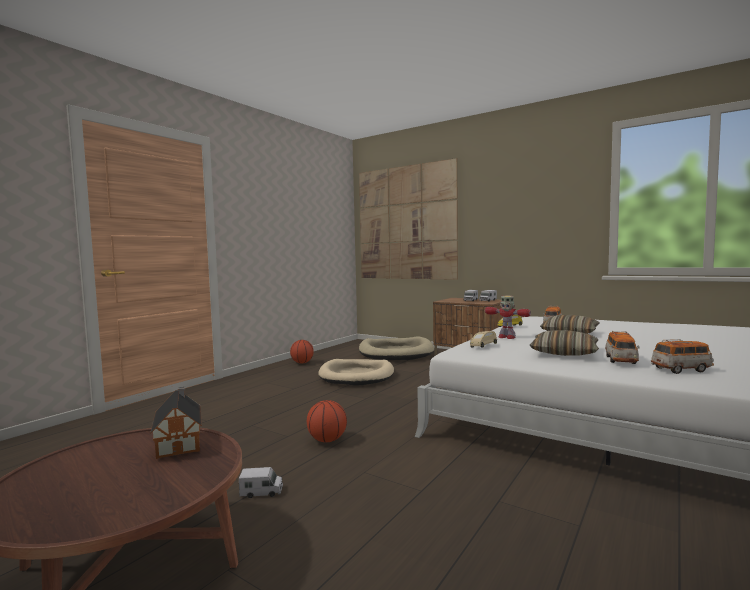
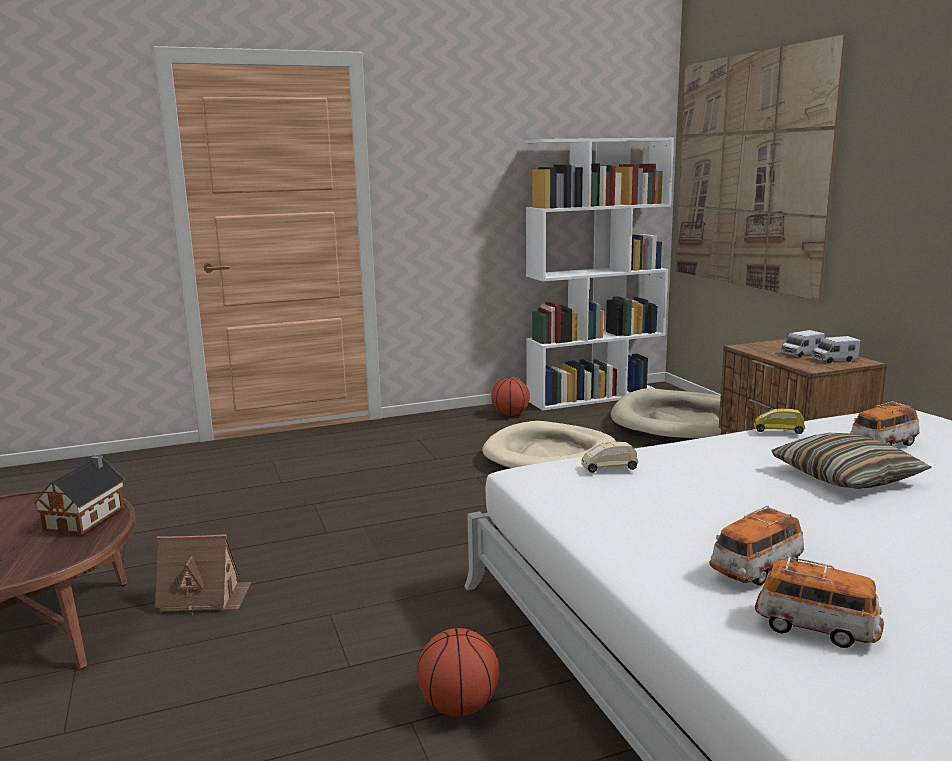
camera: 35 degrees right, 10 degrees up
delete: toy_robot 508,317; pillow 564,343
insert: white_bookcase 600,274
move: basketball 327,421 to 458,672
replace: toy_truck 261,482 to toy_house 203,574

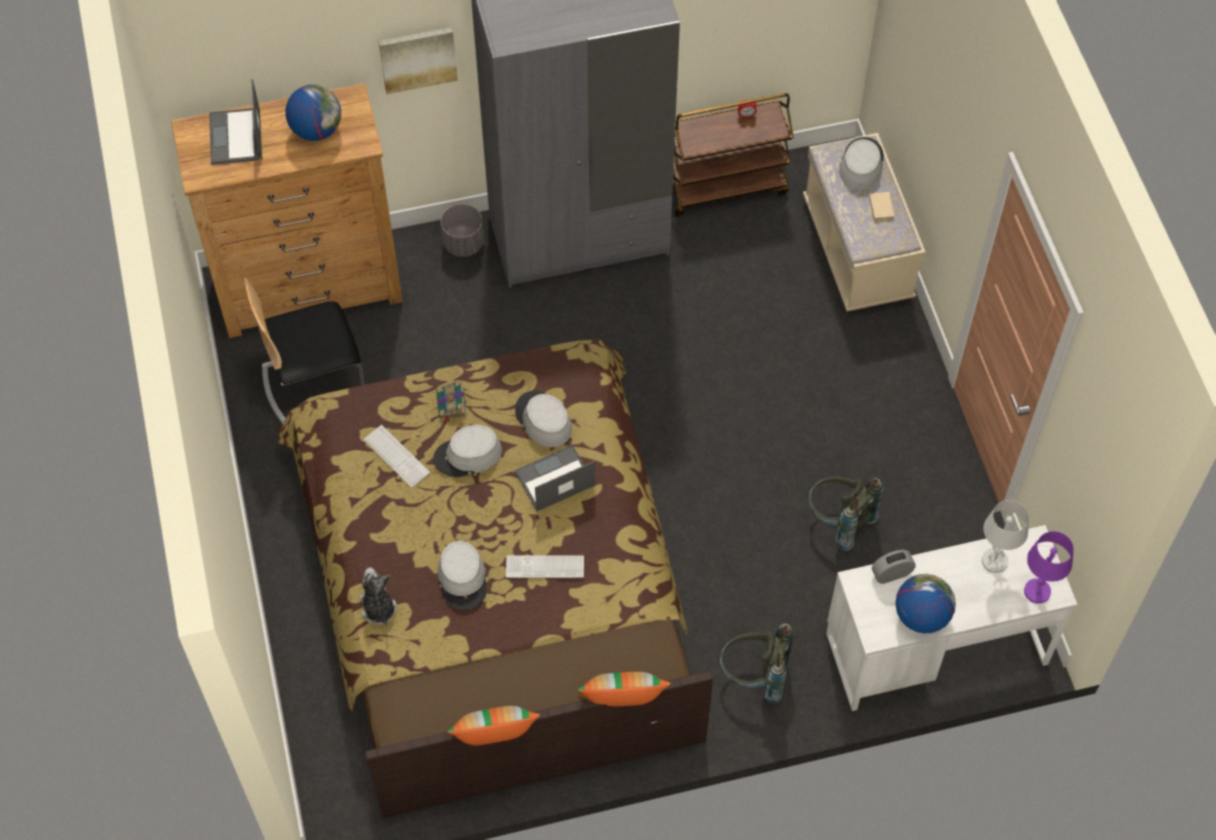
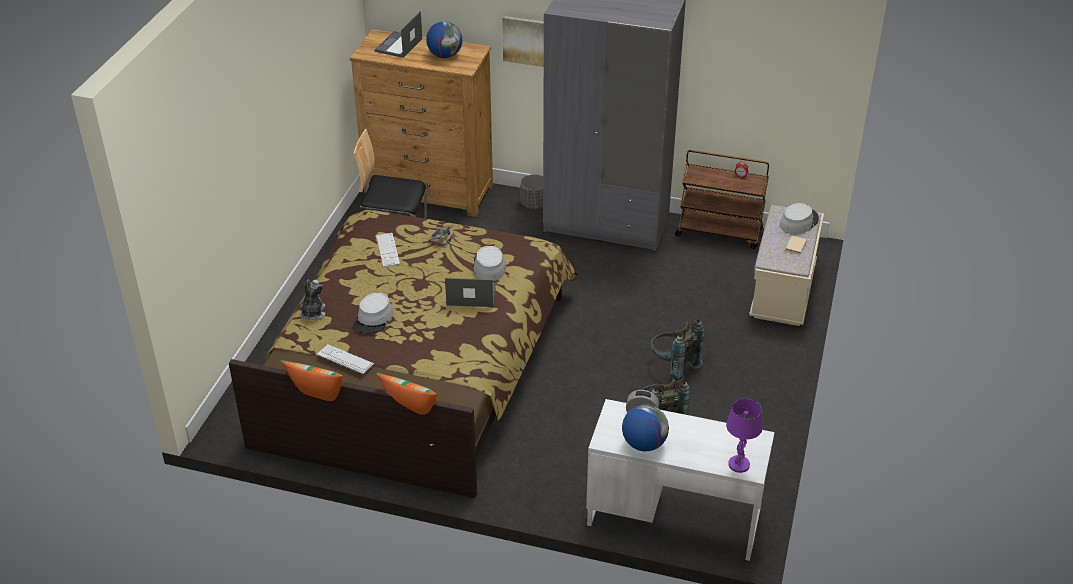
camera: 30 degrees right, 20 degrees down
delete: grey_hat 467,451; white_table_lamp 1005,536
move: keyboard 545,566 to 345,359; grey_backpack 756,663 to 677,351

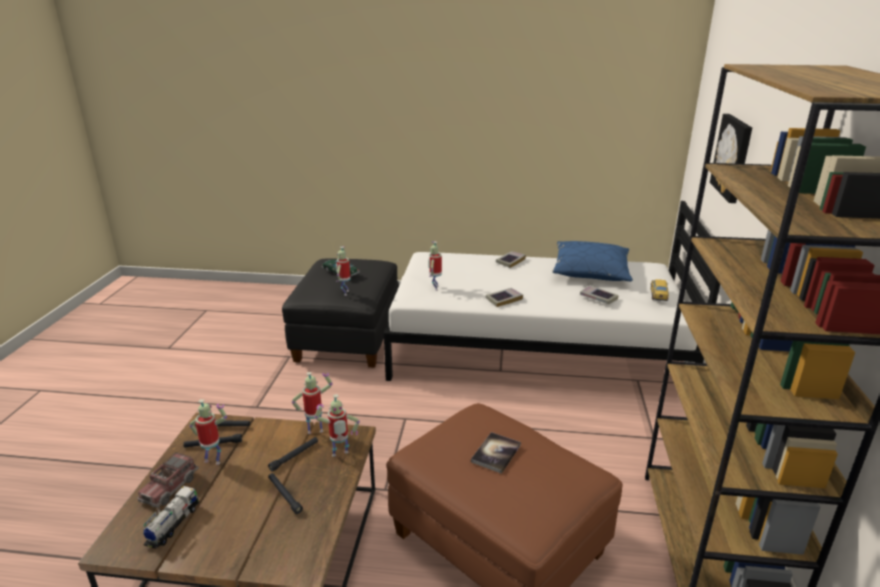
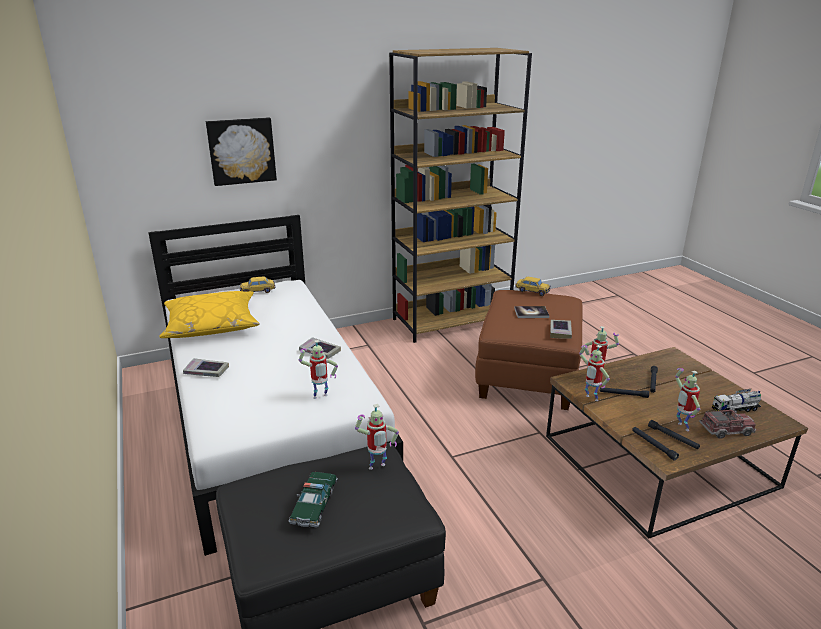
camera: 120 degrees left, 0 degrees up
insert: toy_car 532,286
move: book 599,294 to 561,329
recolor: blue_pillow 593,261 to yellow_pillow 209,314

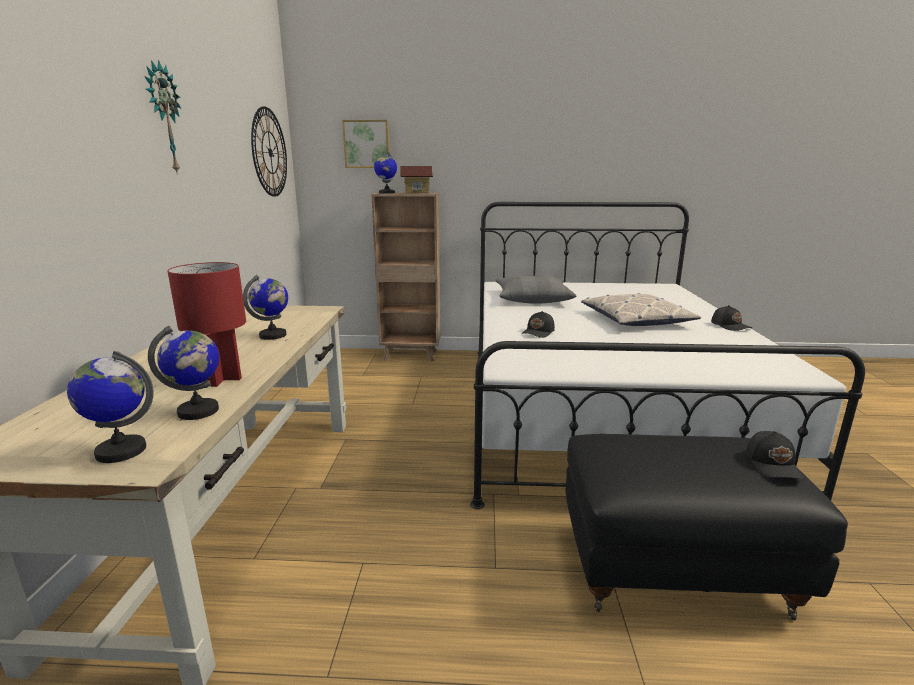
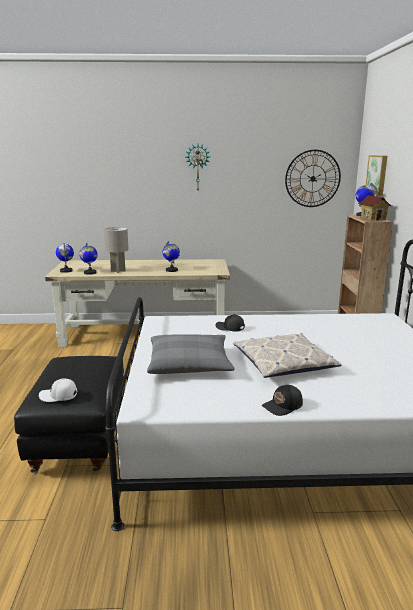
camera: 85 degrees right, 0 degrees up
move: grey_pillow 535,290 to 191,354
recolor: red_table_lamp 207,324 to grey_table_lamp 116,250; black_cap 775,455 to white_cap 58,390

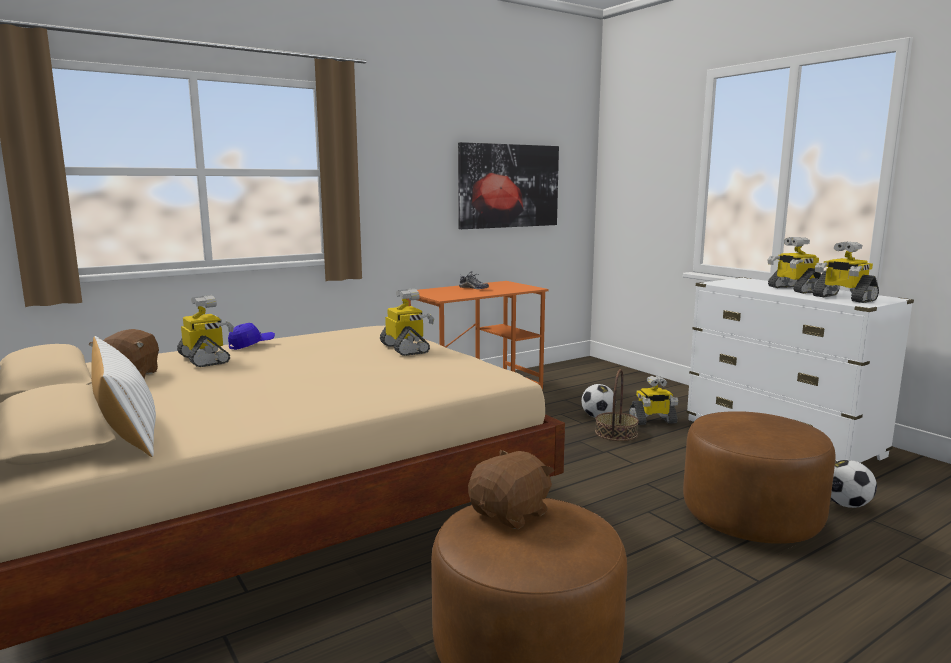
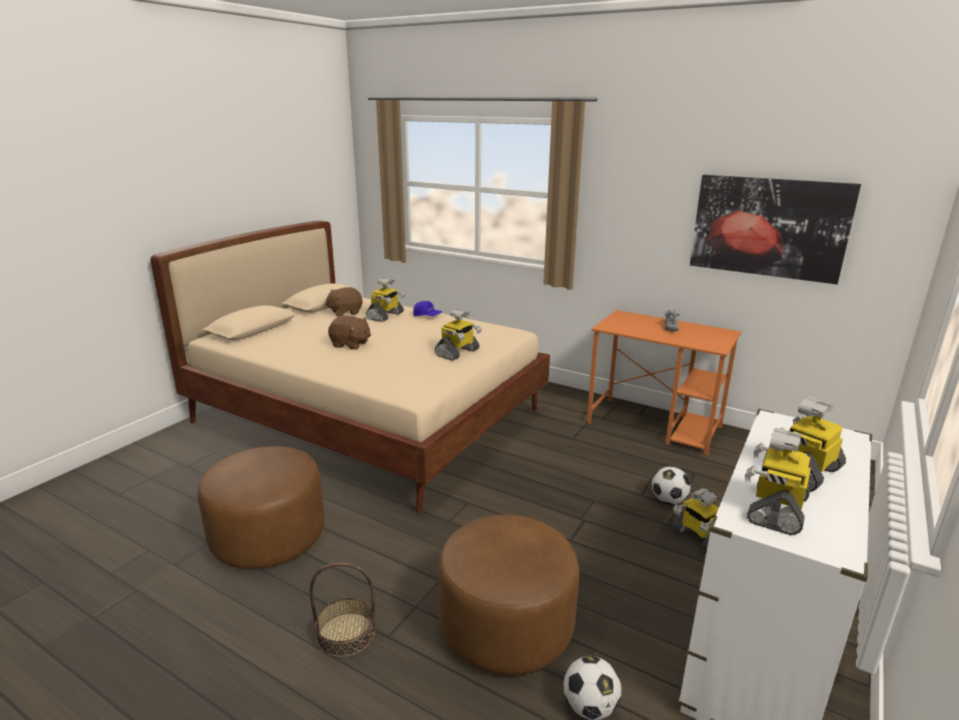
camera: 65 degrees right, 10 degrees up
delete: white_pillow 123,396
move: brown_plush_toy 511,489 to 349,332; basket 617,405 to 342,610

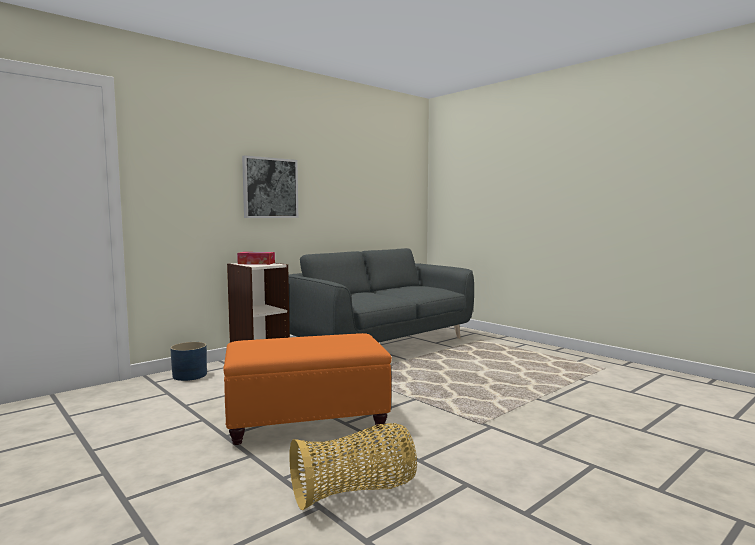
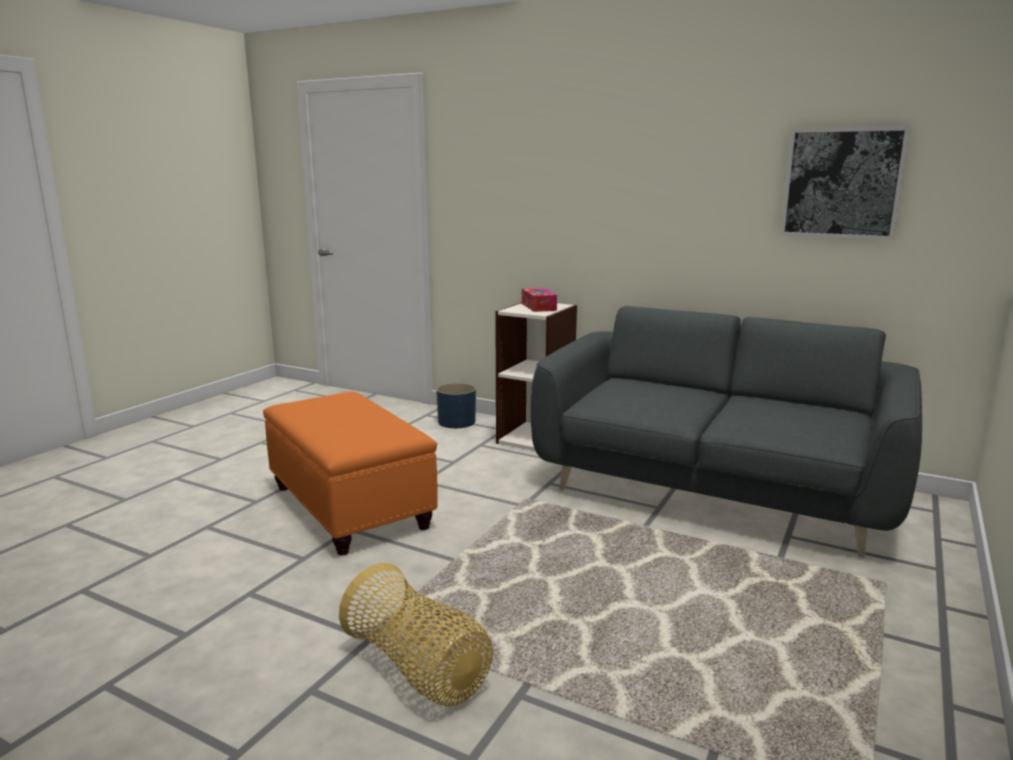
camera: 70 degrees right, 10 degrees up
move: picture 270,186 to 845,183; basket 353,466 to 416,634

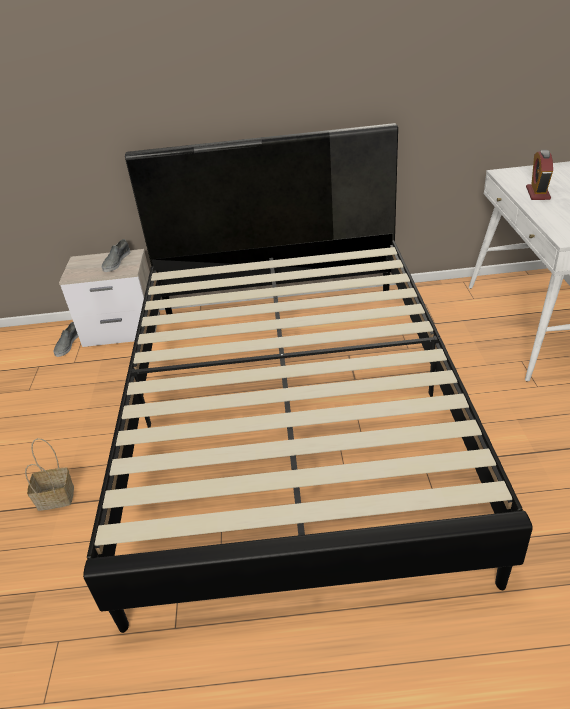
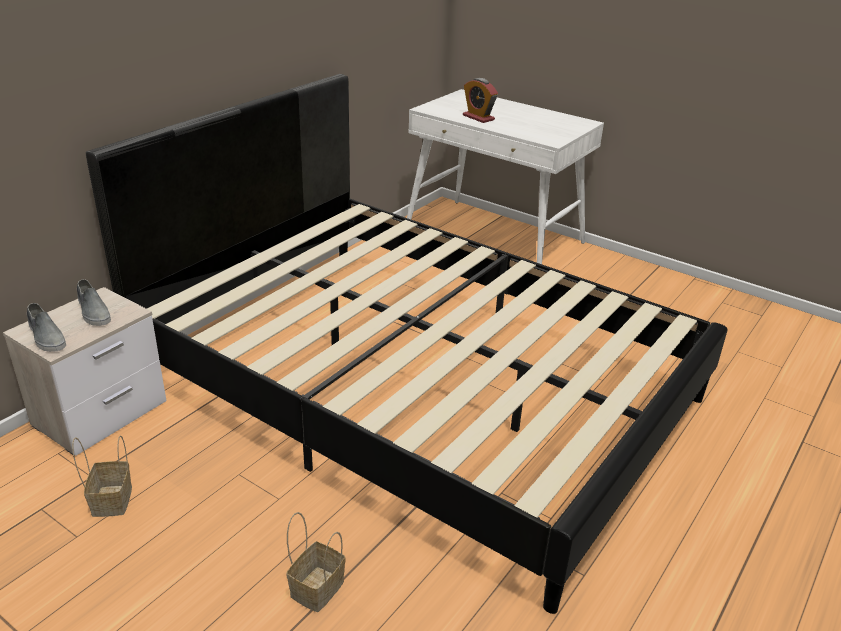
camera: 55 degrees left, 5 degrees down
insert: basket 102,476
move: grey_shoe 66,339 to 46,327

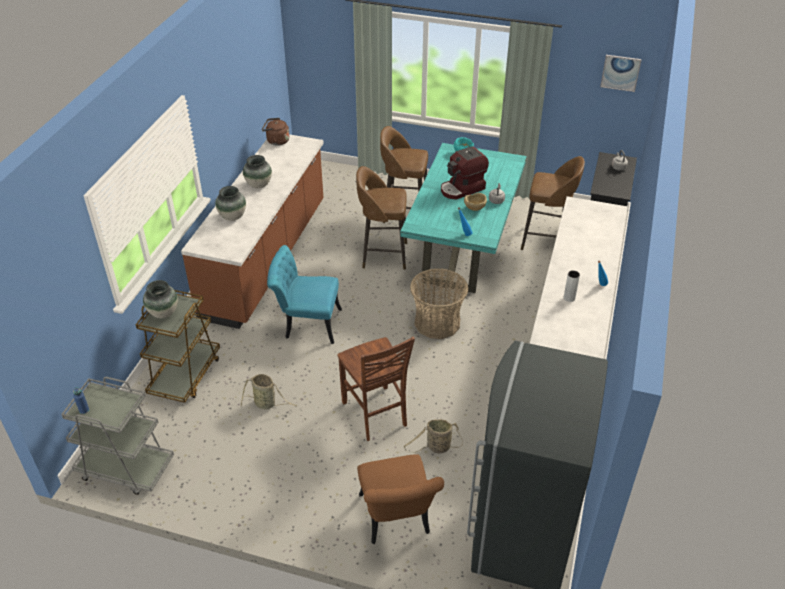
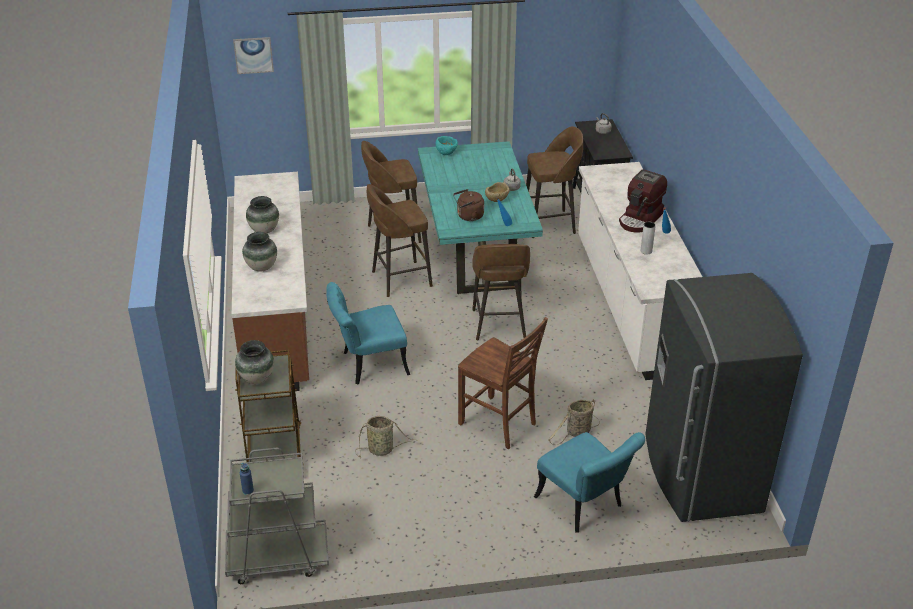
camera: 25 degrees left, 5 degrees down
move: brown_kettle 276,132 to 468,205; coffee_machine 465,173 to 643,201; picture 621,73 to 253,55
replace: basket 439,303 to brown_stool 501,292
recolor: brown_chair 400,499 to turquoise_chair 589,482

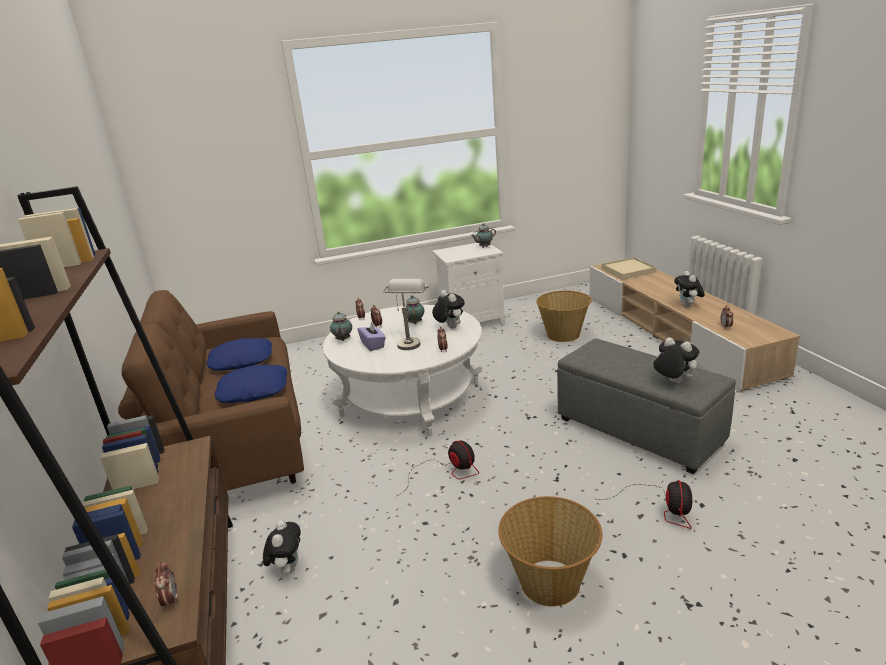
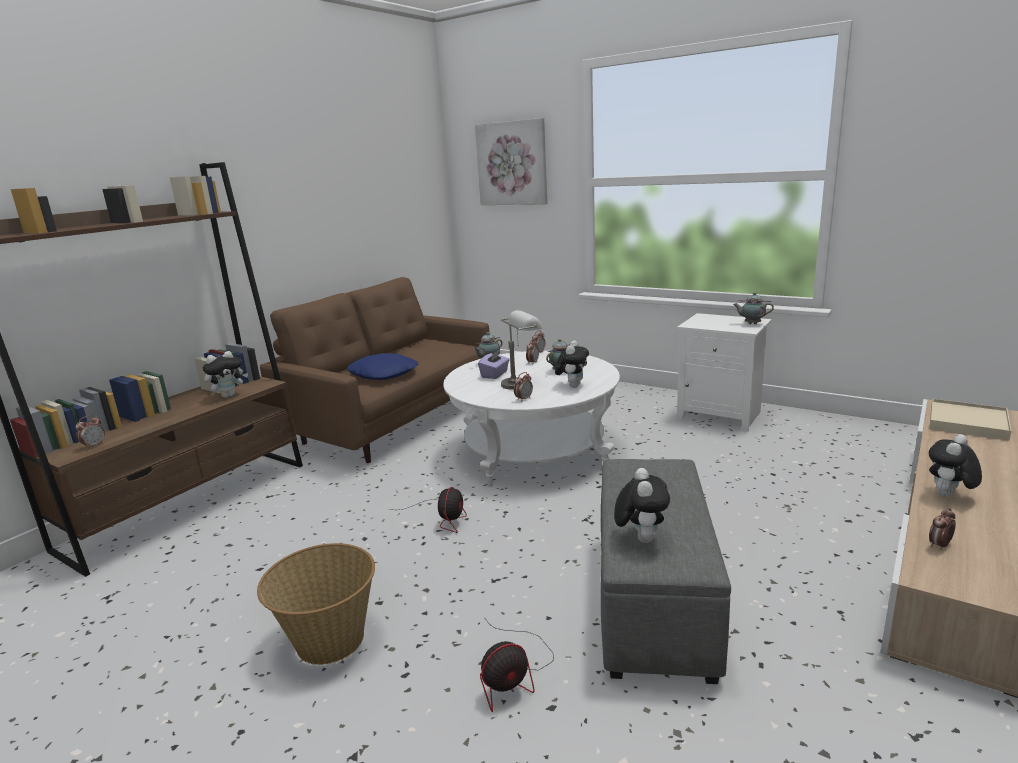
camera: 50 degrees right, 5 degrees down
delete: blue_pillow 239,354; basket 564,316
insert: picture 511,161
move: plush_toy 282,547 to 225,374

